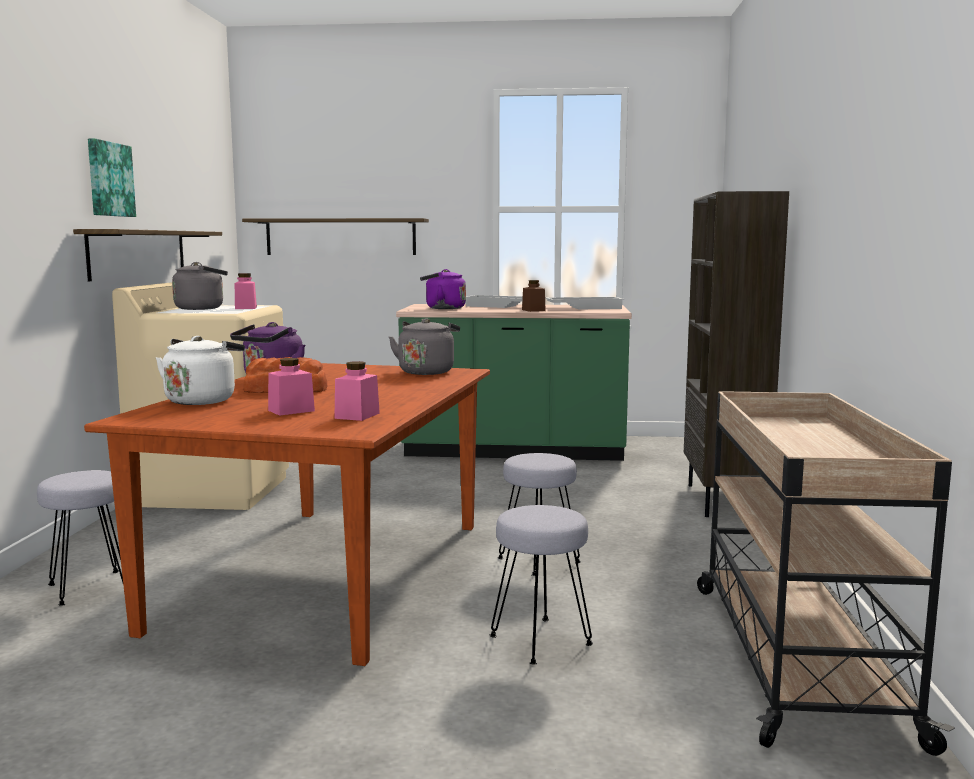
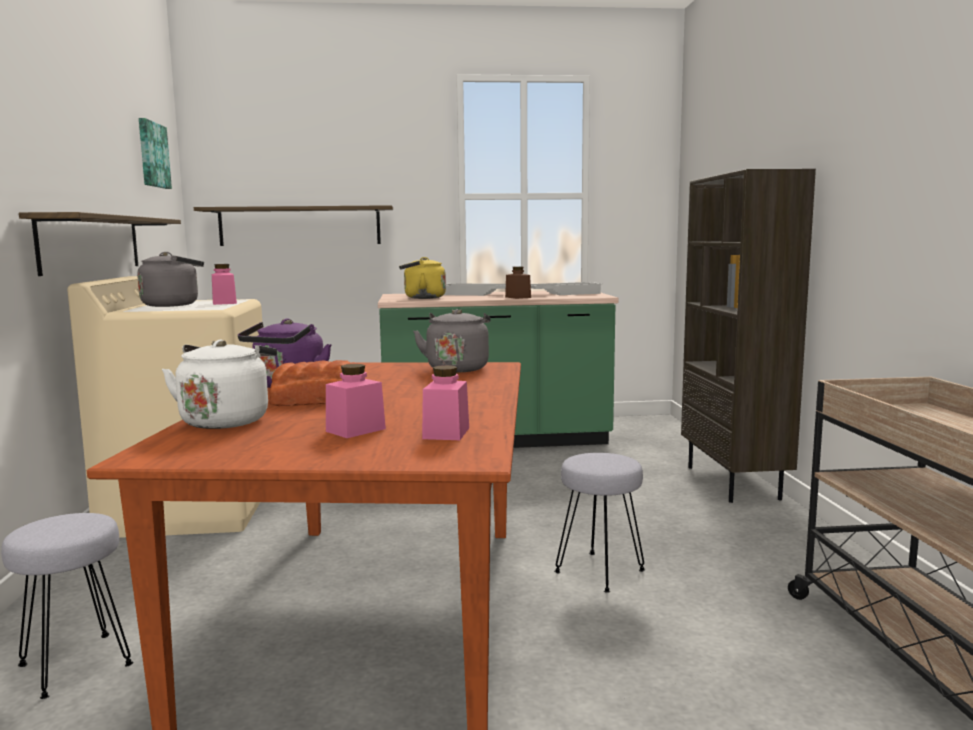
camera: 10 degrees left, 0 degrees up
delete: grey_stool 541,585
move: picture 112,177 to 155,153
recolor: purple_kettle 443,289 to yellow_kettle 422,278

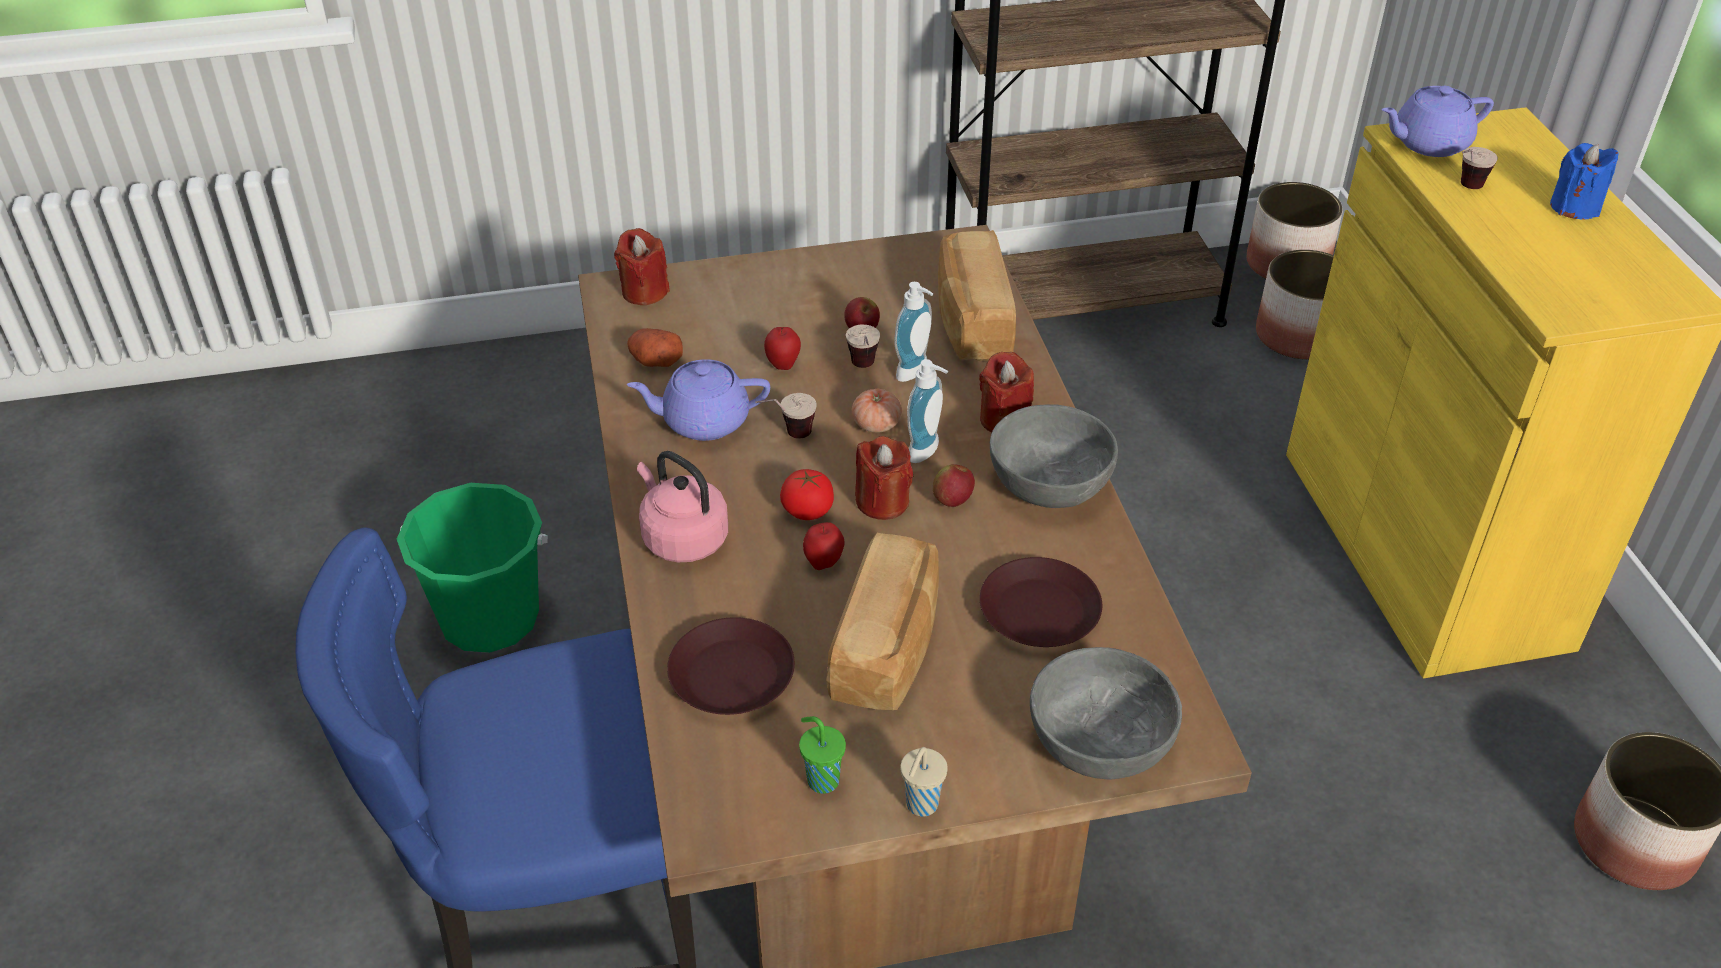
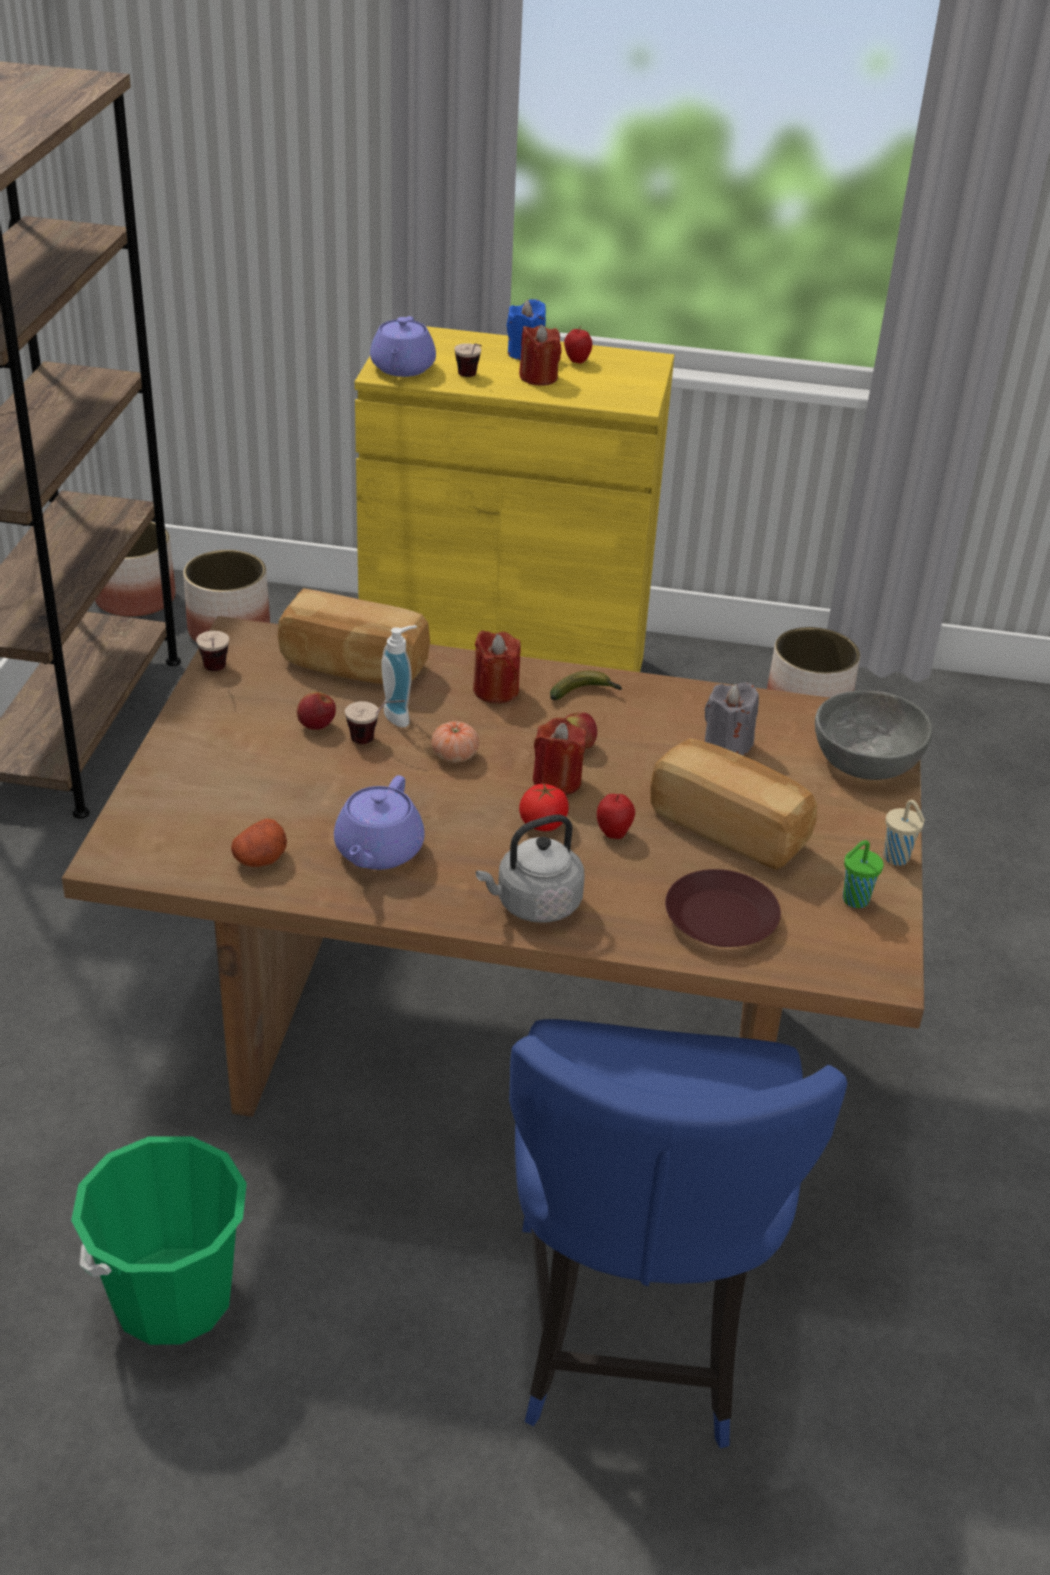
camera: 70 degrees left, 5 degrees down
delete: soap_dispenser 927,411
move: red_candle 642,266 to 540,355; cup 786,416 to 212,651; apple 782,348 to 578,344
replace: brown_plate 1041,602 to grey_candle 731,718; grey_bowl 1054,456 to banana 586,685
recolor: pink_kettle 682,506 to grey_kettle 530,869

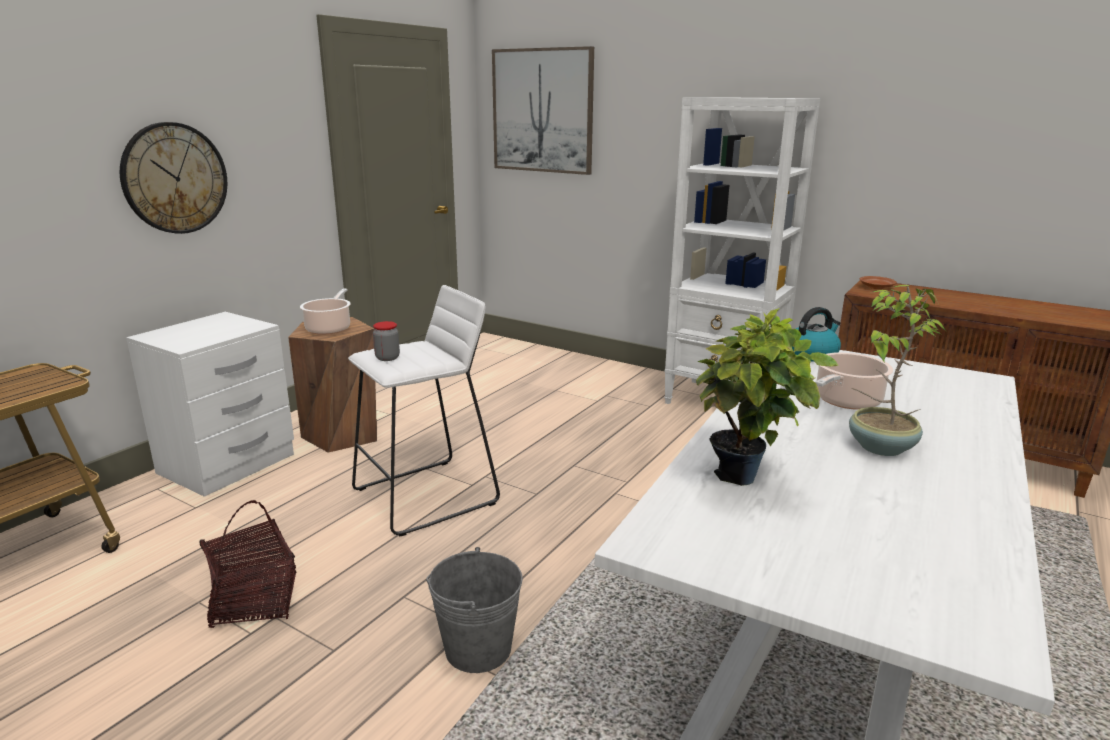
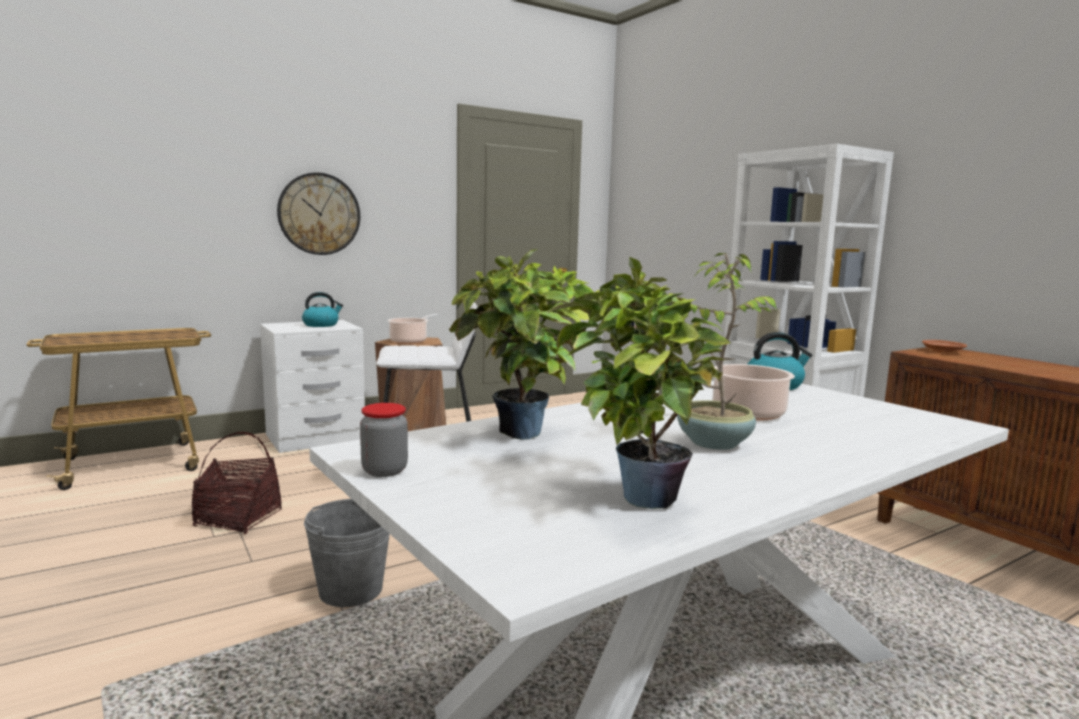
camera: 25 degrees right, 10 degrees down
delete: picture 543,110
insert: kettle 322,309; potted_plant 639,383
move: jar 386,341 to 384,440

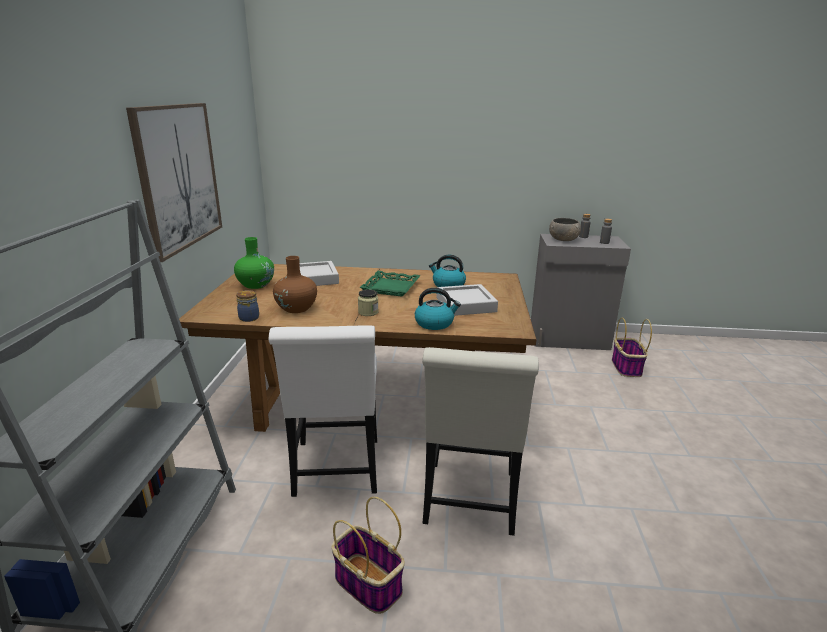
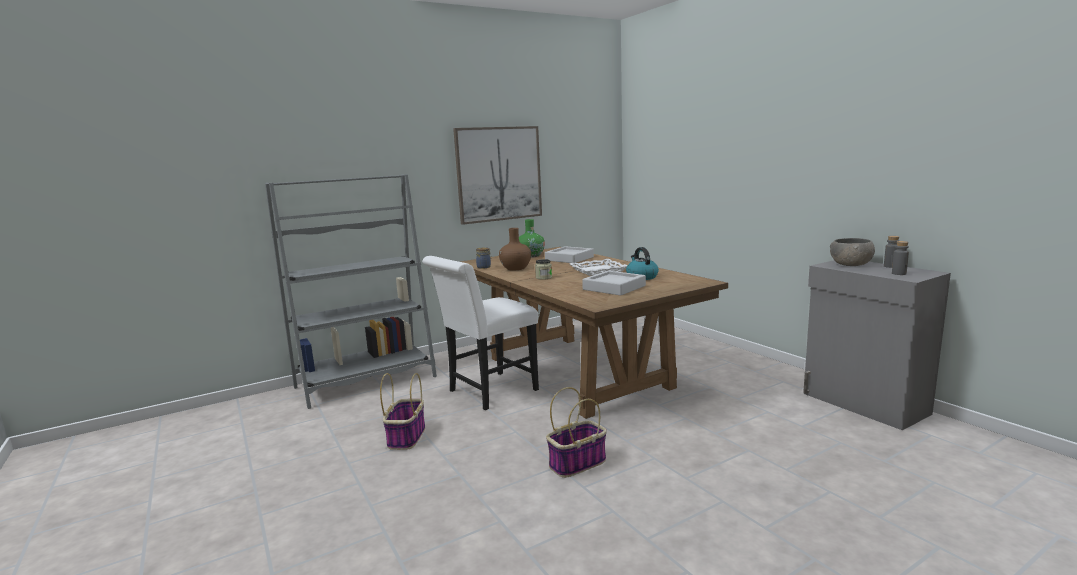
camera: 55 degrees right, 10 degrees down
delete: kettle 438,309; white_chair 480,441
move: basket 632,347 to 576,432
recolor: green_tray 390,284 to white_tray 599,267

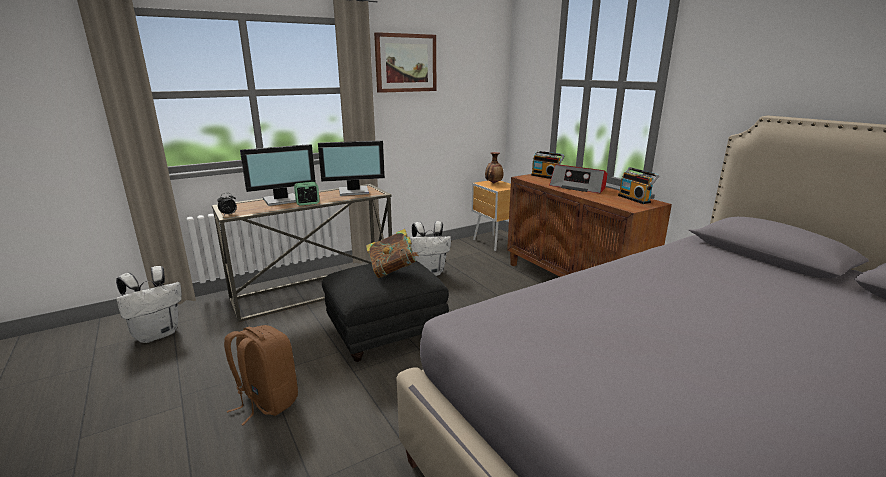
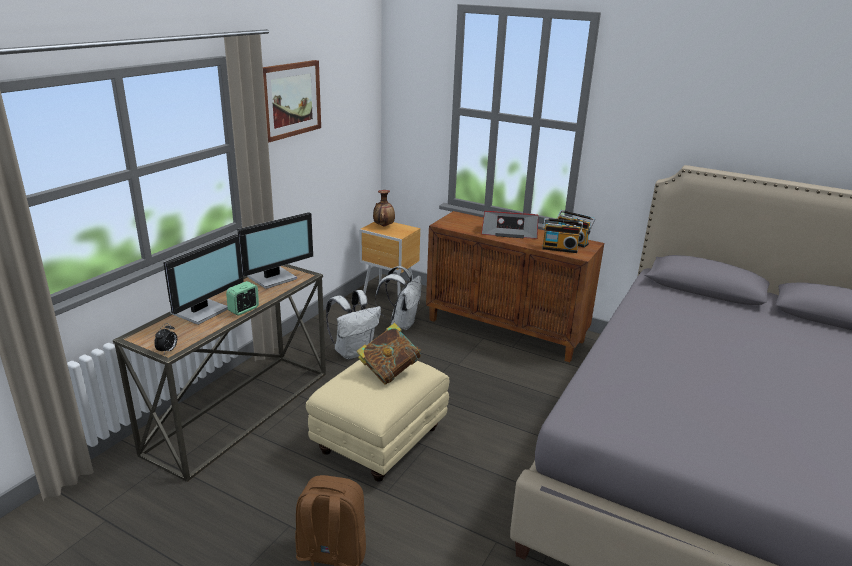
camera: 30 degrees left, 5 degrees up
move: white_backpack 149,304 to 398,298; radio 547,165 to 562,235
recolor: black_ottoman 385,311 to beige_ottoman 377,421

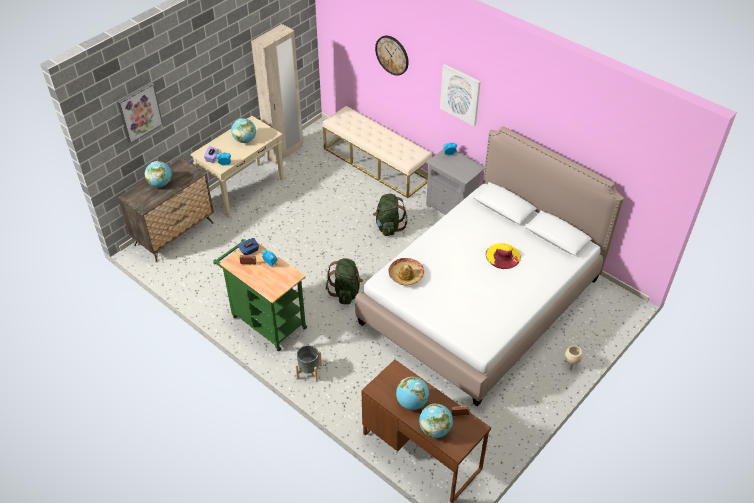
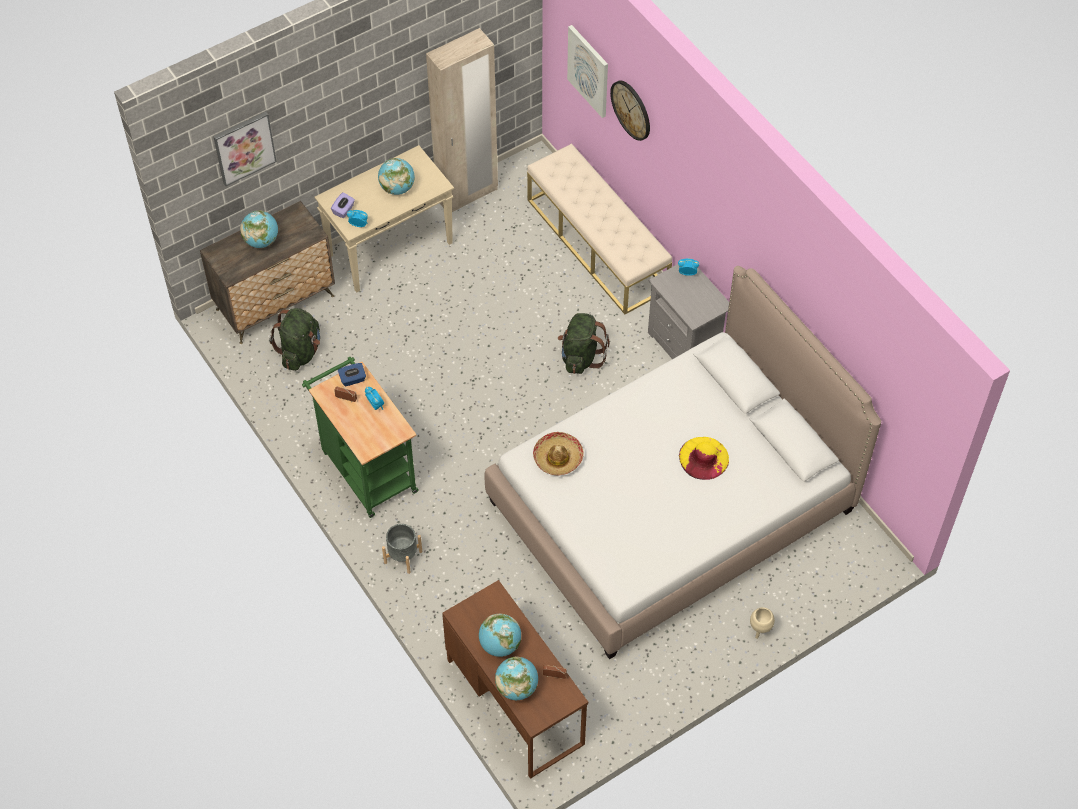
camera: 15 degrees right, 10 degrees up
move: green_backpack 344,281 to 294,339; picture 460,95 to 587,71

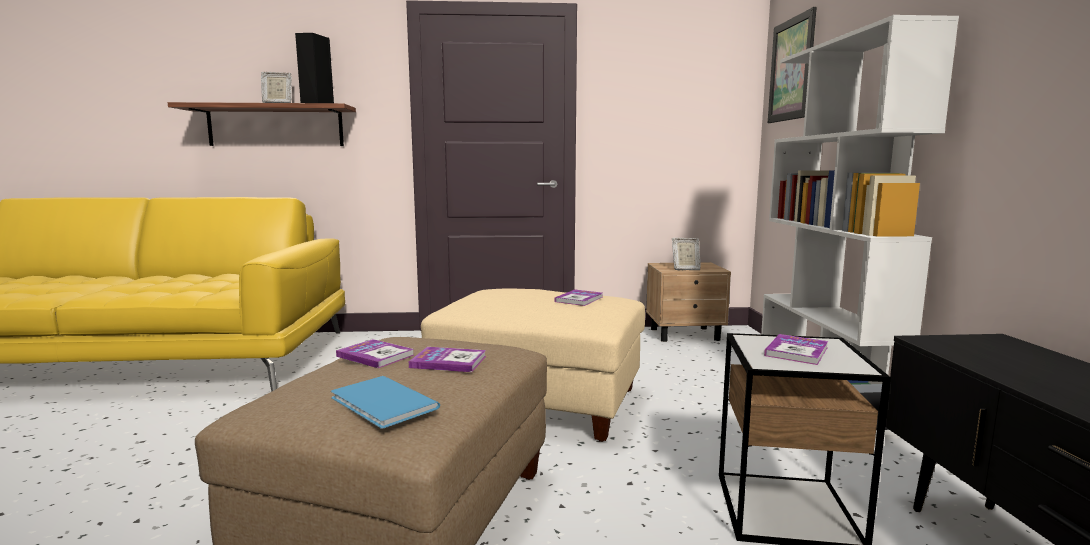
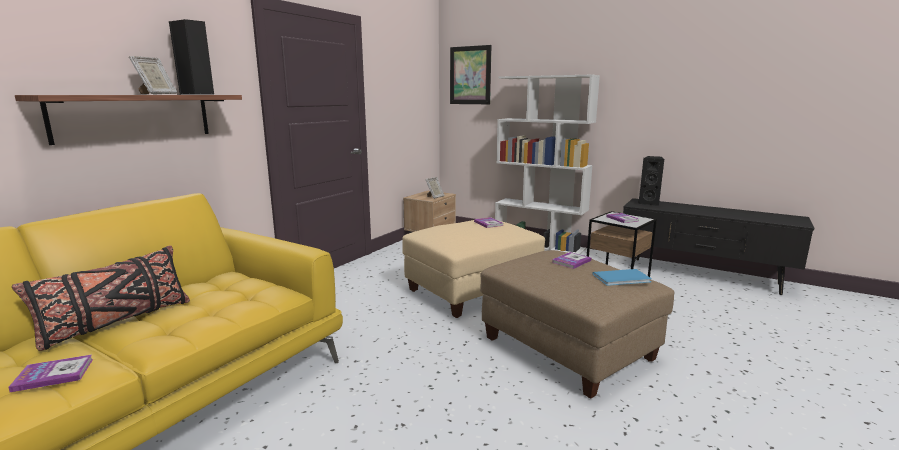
camera: 55 degrees left, 5 degrees up
insert: black_pillow 101,298; black_speaker 651,181
move: book 375,353 to 50,373

